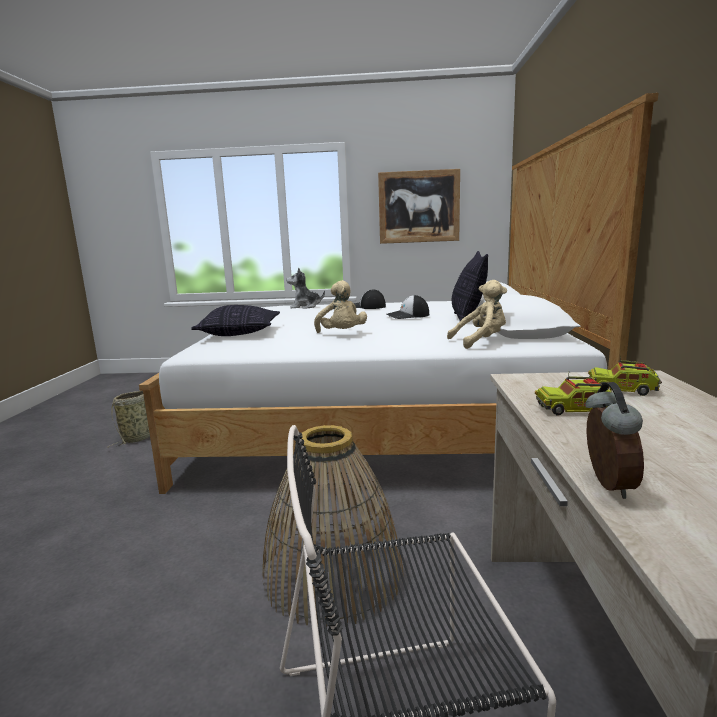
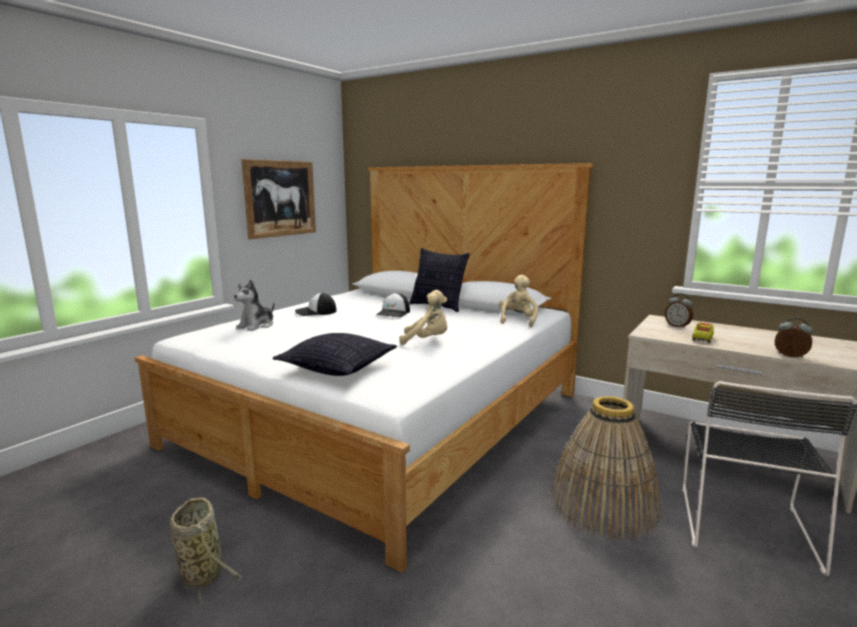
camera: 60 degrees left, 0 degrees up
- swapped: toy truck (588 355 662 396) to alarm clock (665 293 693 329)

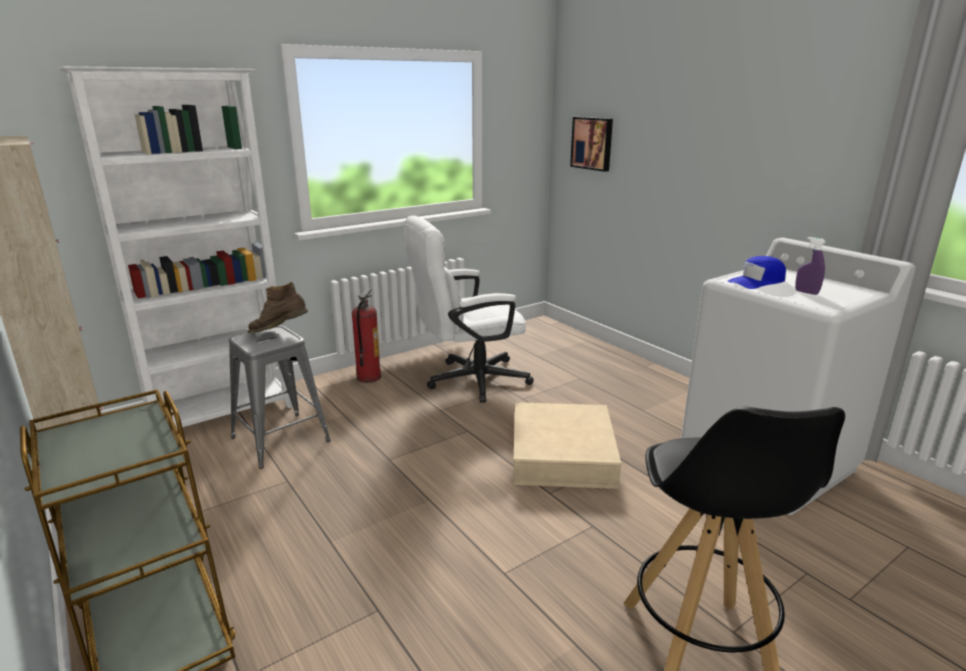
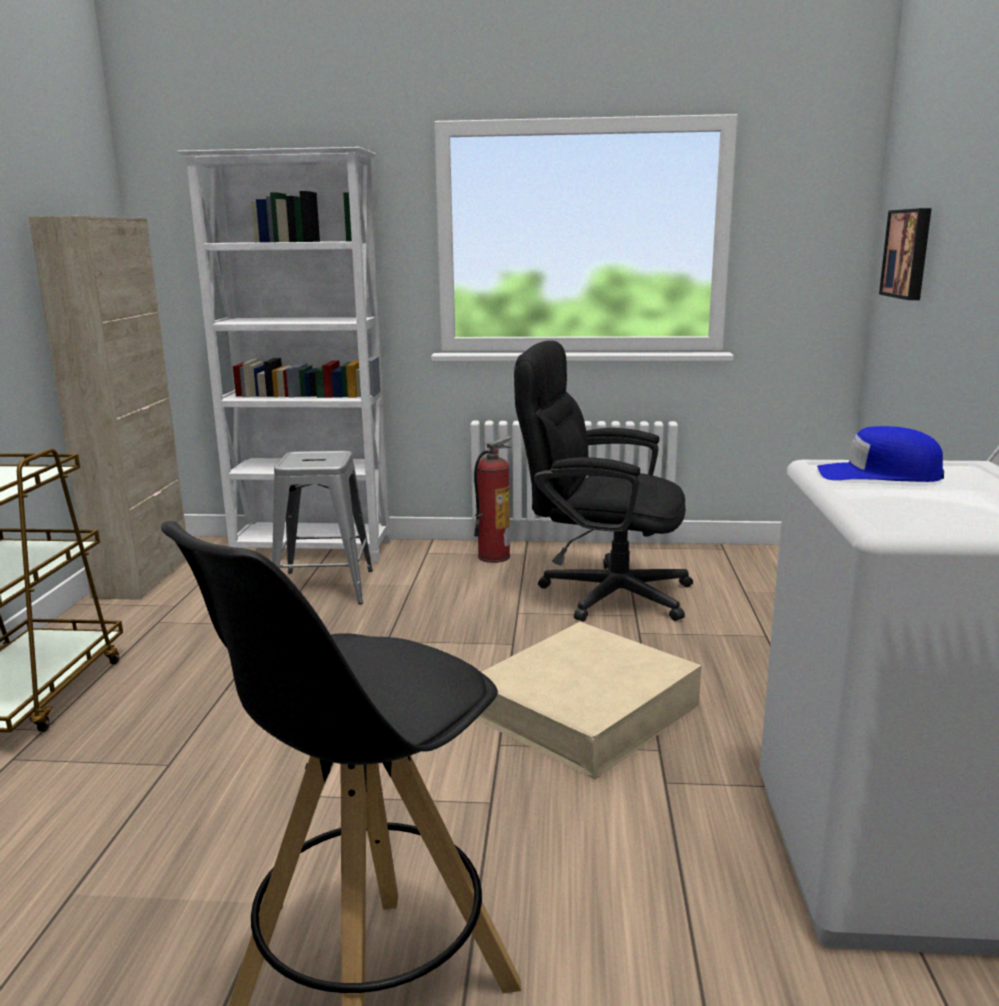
camera: 40 degrees right, 5 degrees down
- repainted: white office chair (404 216 534 403) to black office chair (514 340 693 622)
- gone: brown boot (248 282 308 333)
- gone: purple spray bottle (795 237 826 295)

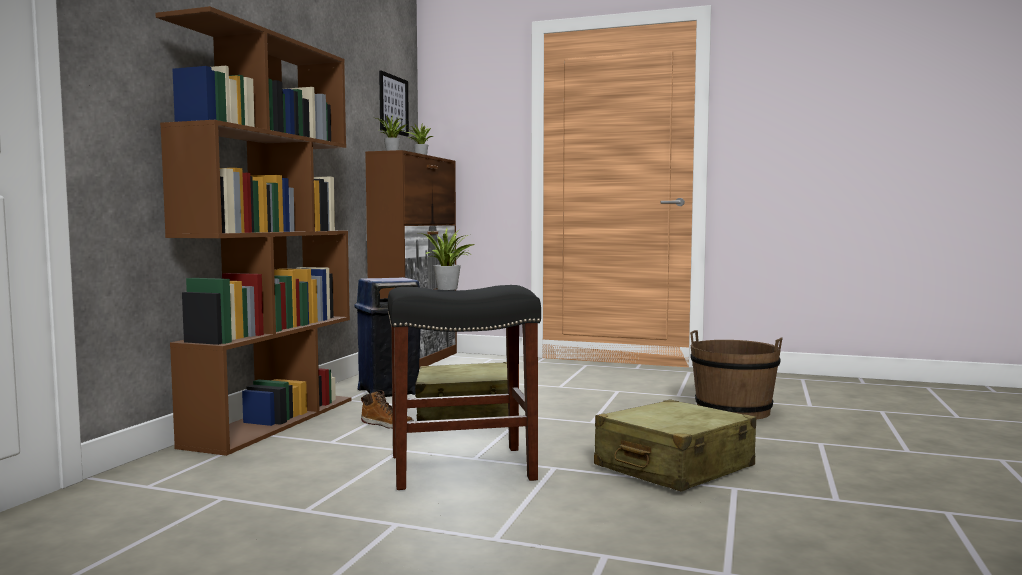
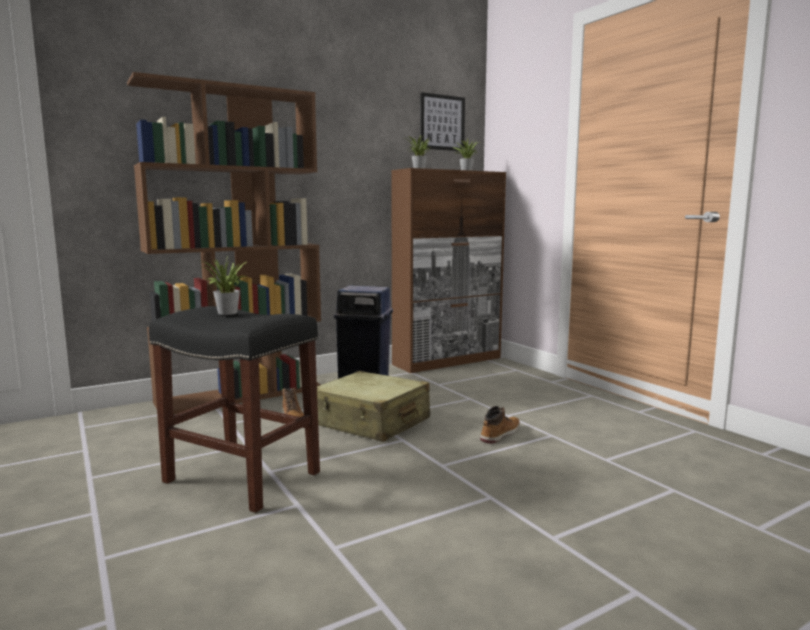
camera: 40 degrees right, 5 degrees up
- new: boot (480 406 520 444)
- gone: beige suitcase (594 400 756 492)
- gone: brown bucket (690 330 783 419)

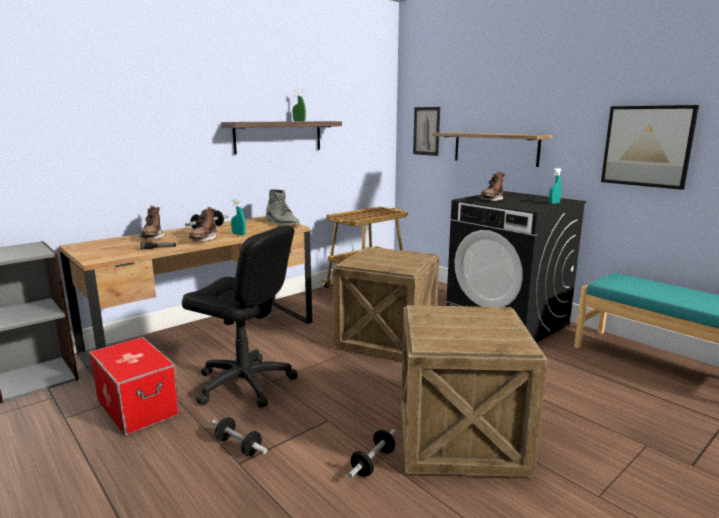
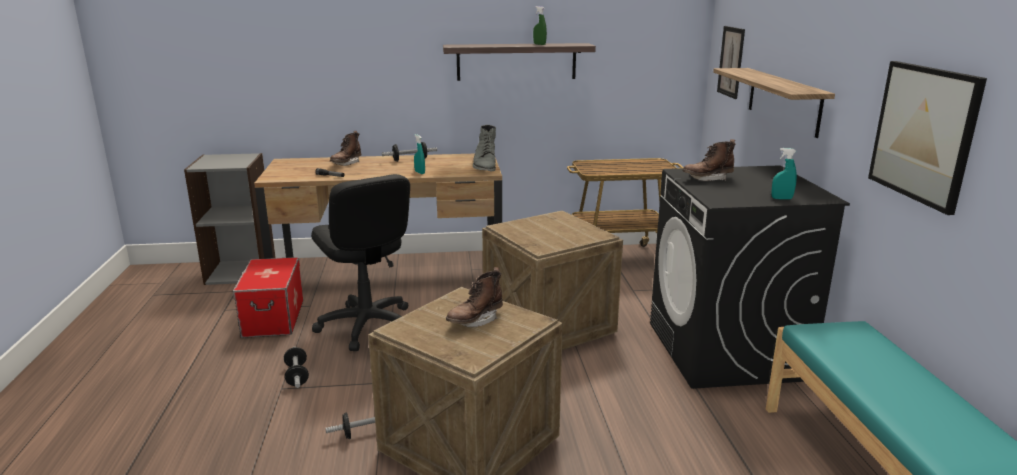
camera: 35 degrees right, 5 degrees up
- shifted: brown boot (189 207 217 242) to (446 267 503 327)

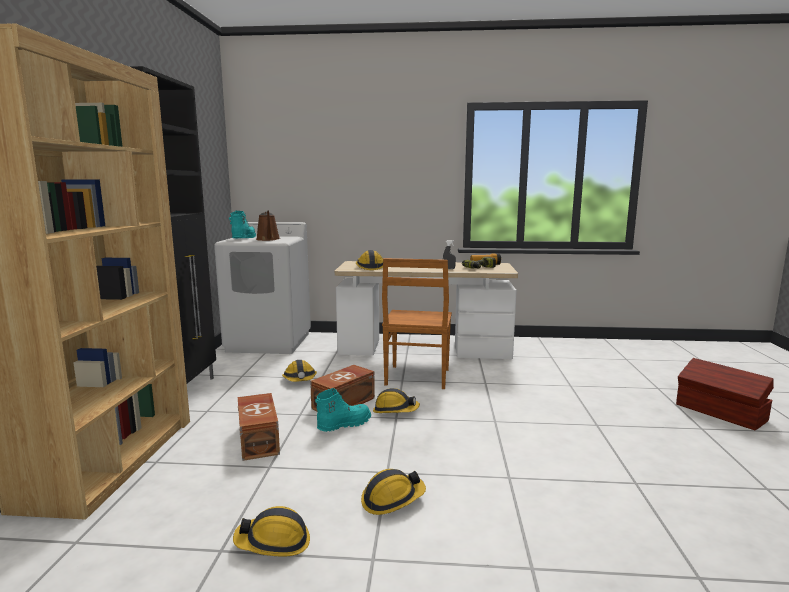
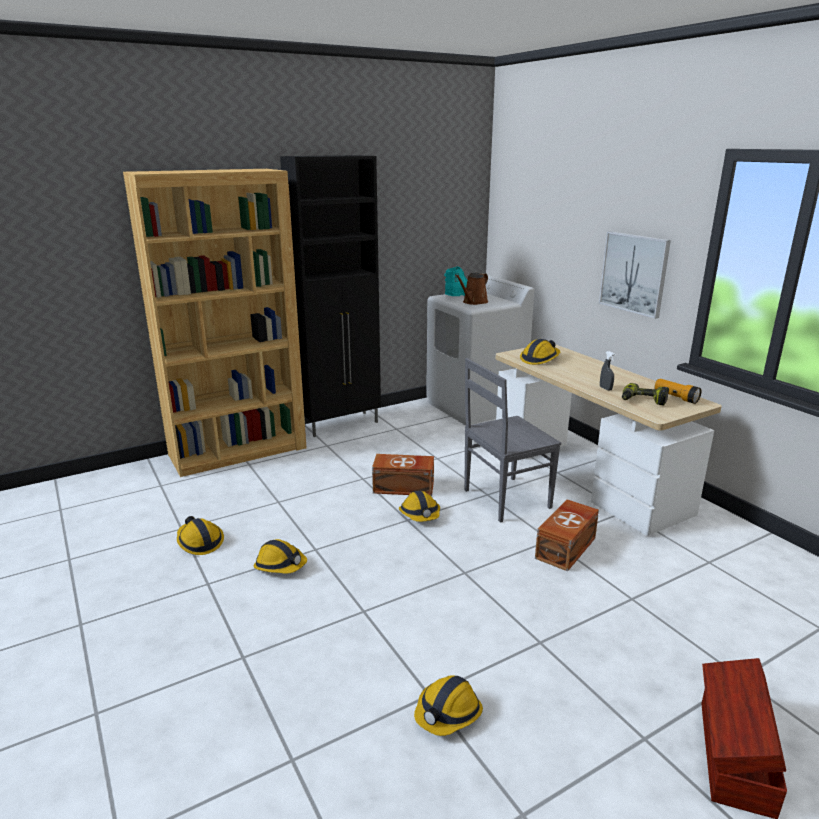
camera: 55 degrees right, 10 degrees up
- shifted: hard hat (282 360 317 382) to (414 676 483 736)
- repainted: brown chair (382 258 452 389) to grey chair (464 358 561 522)
- shifted: brown storage box (238 393 280 461) to (535 499 599 571)
- new: picture (599 231 671 319)
- gone: turquoise boot (315 388 371 432)

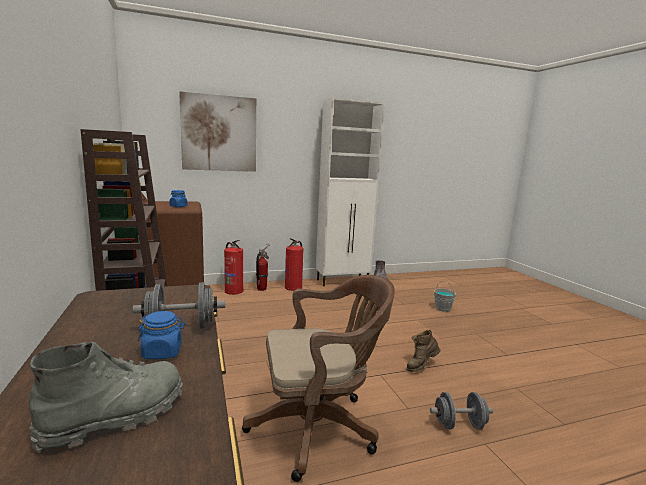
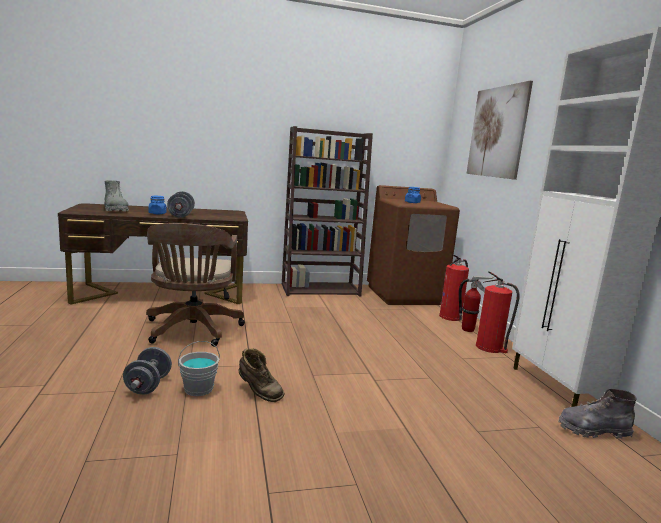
camera: 95 degrees right, 0 degrees up
- shifted: grey bucket (434 281 456 312) to (178 341 220 396)
- rotated: brown boot (406 330 441 372) = (239 348 284 402) 150 degrees clockwise

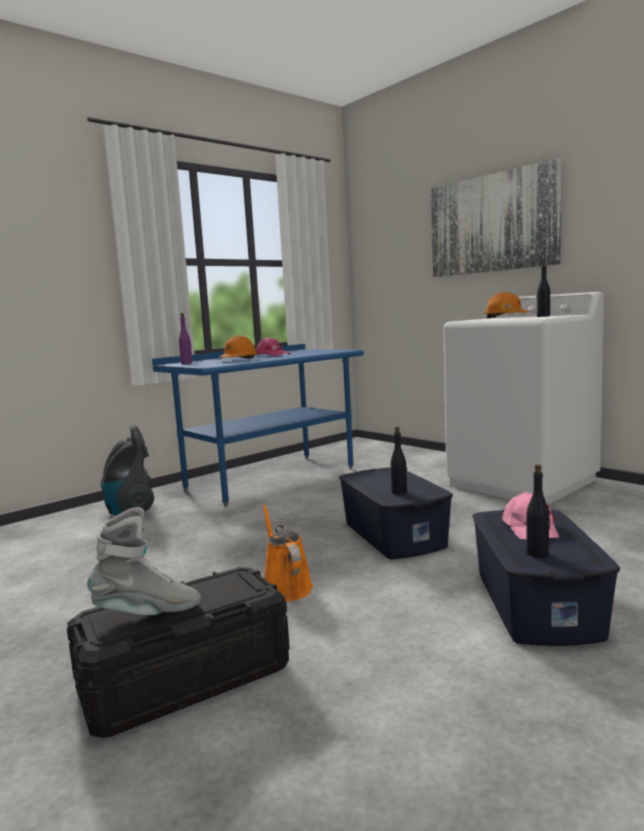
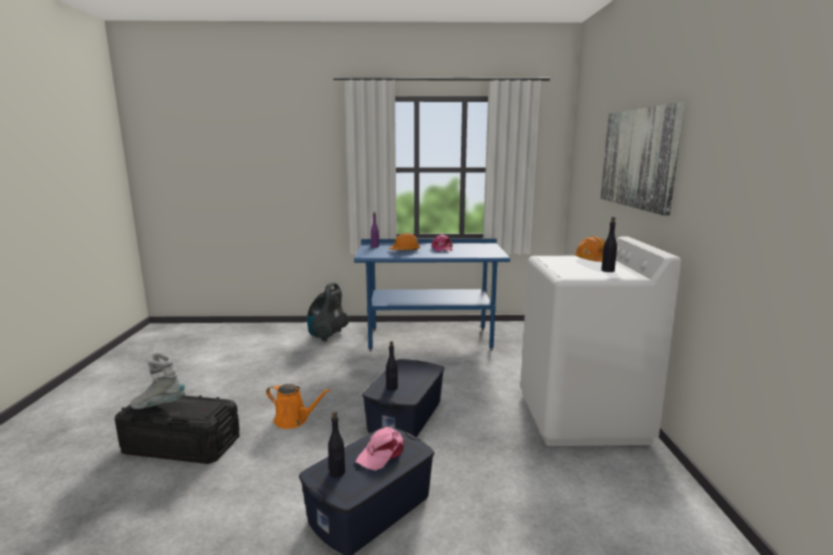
camera: 40 degrees right, 5 degrees up
- rotated: grey boot (87 507 201 615) = (130 353 185 409) 150 degrees clockwise
- rotated: orange watering can (262 504 313 602) = (266 384 331 429) 90 degrees clockwise

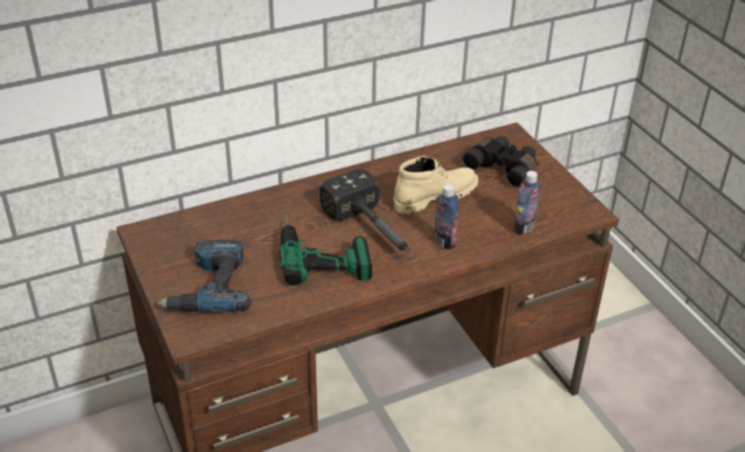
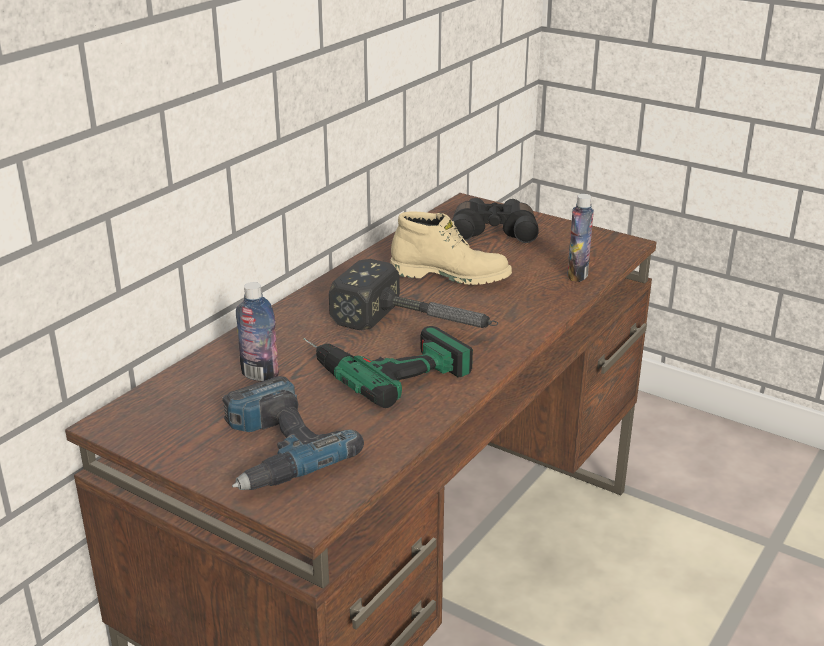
camera: 30 degrees left, 10 degrees down
- shifted: bottle (434 184 459 250) to (236 282 279 381)
- rotated: beige boot (394 156 478 214) = (390 212 512 285) 75 degrees clockwise

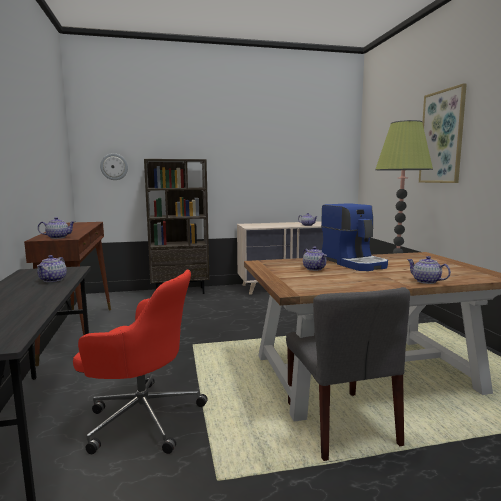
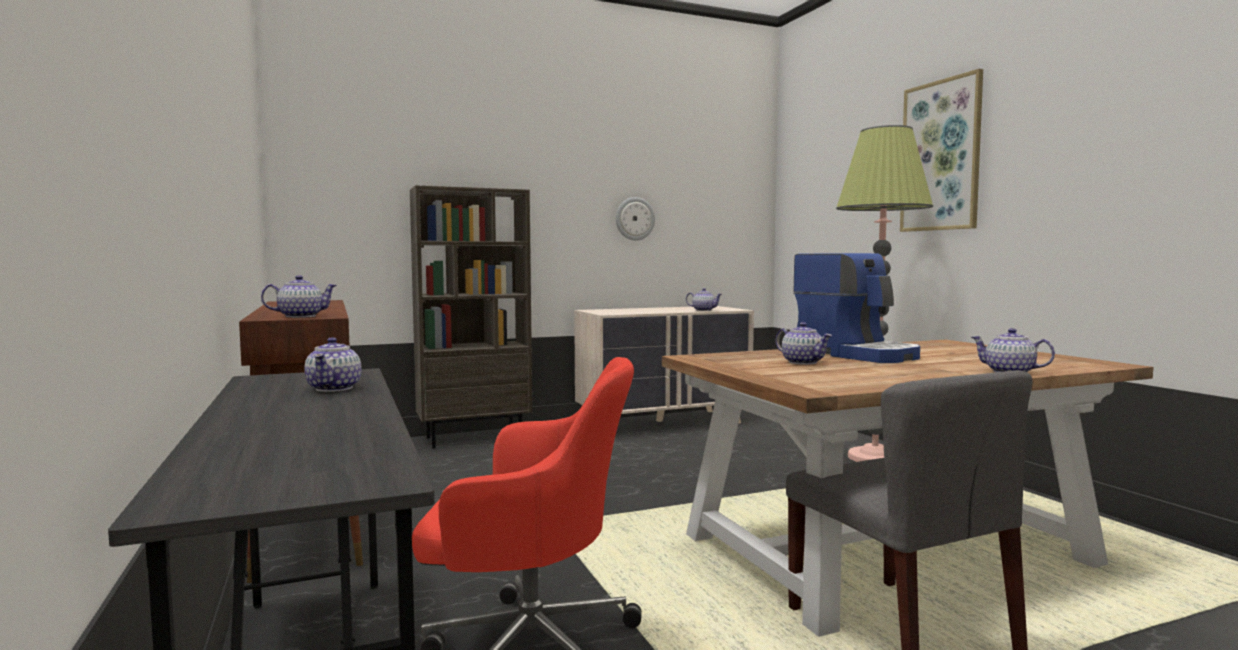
camera: 10 degrees left, 5 degrees down
- shifted: wall clock (100 153 128 180) to (616 197 655 241)

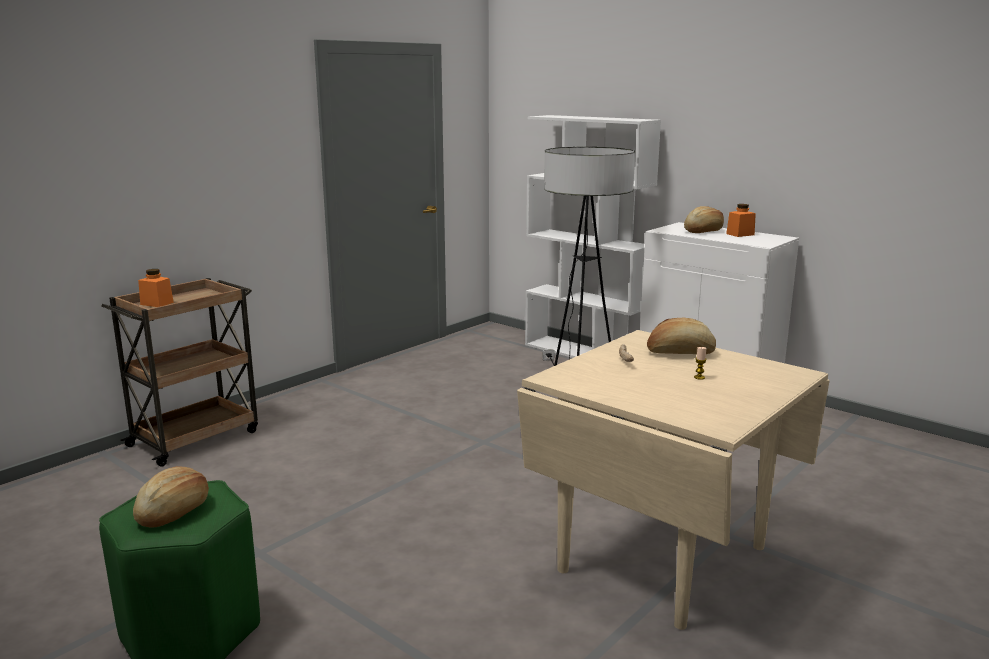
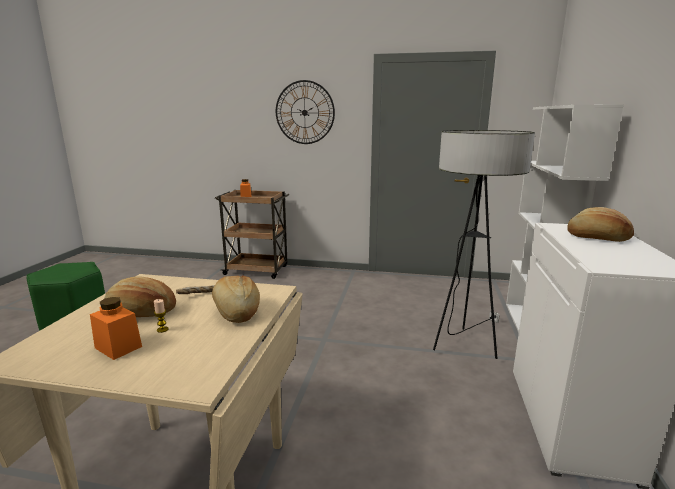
camera: 60 degrees right, 0 degrees up
- shifted: orange jar (726 204 756 237) to (90 297 142 360)
- shifted: bread (133 466 209 528) to (104 276 176 317)
- new: wall clock (276 80 335 144)

